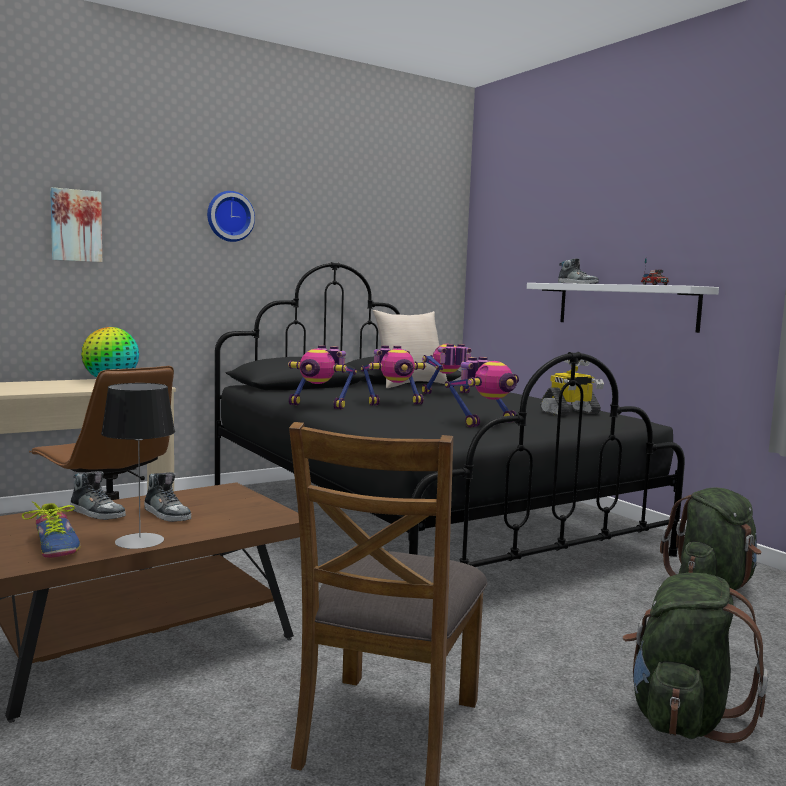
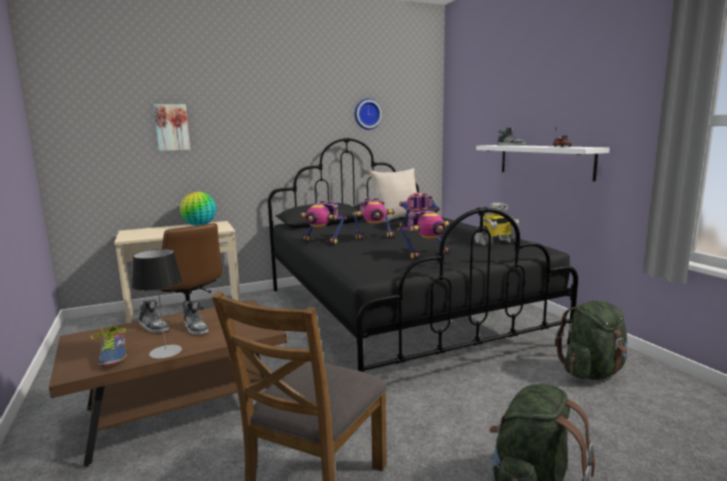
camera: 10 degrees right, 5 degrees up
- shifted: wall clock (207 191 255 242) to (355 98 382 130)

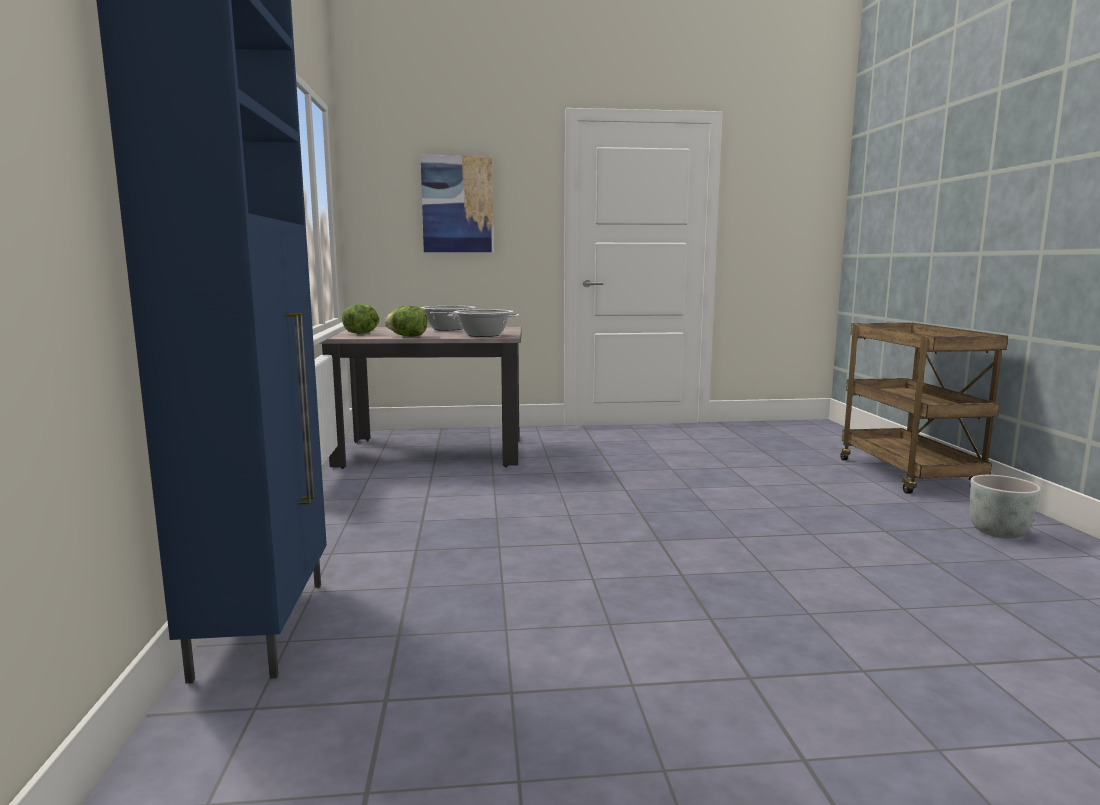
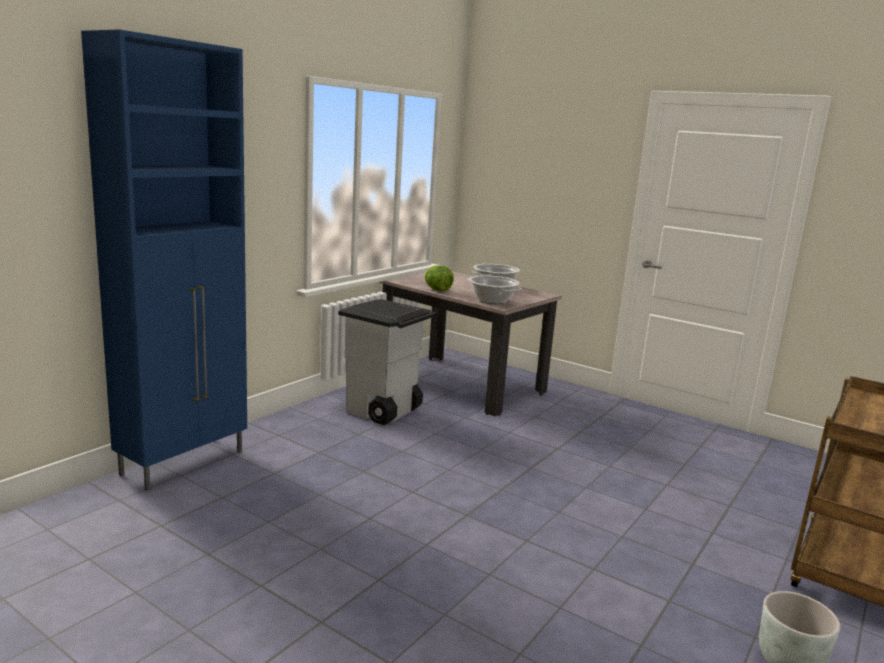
camera: 40 degrees right, 5 degrees up
- new: grey trash can (338 299 436 425)
- gone: lettuce (342 304 380 334)
- gone: picture (421 155 493 252)

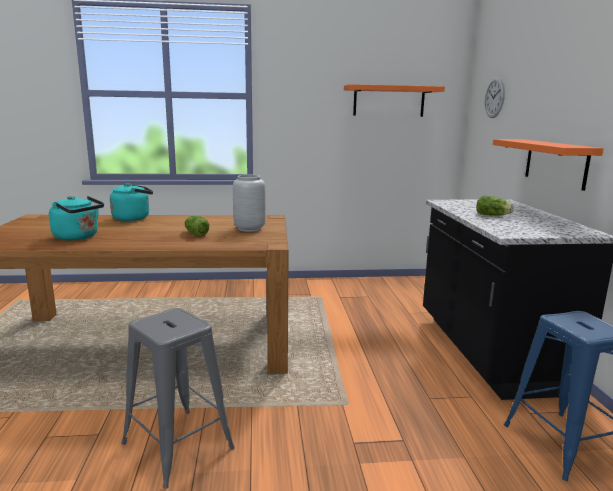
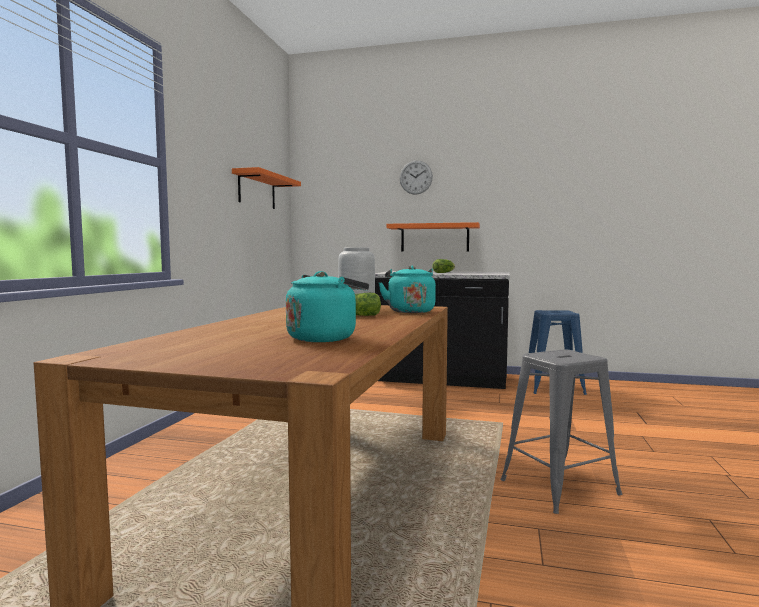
camera: 70 degrees left, 10 degrees down
- shifted: turquoise kettle (110 183 153 221) to (378 266 436 313)
- shifted: wall clock (485 77 505 118) to (400 160 433 195)

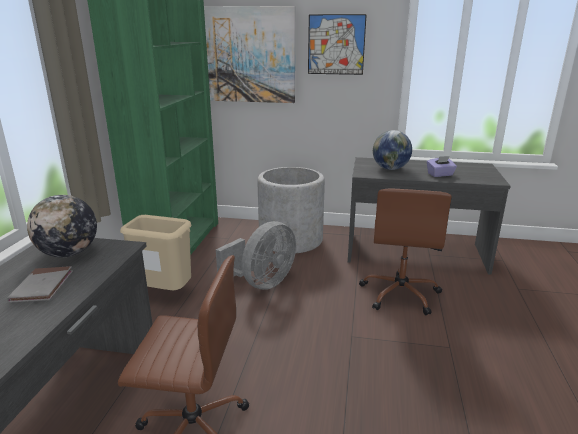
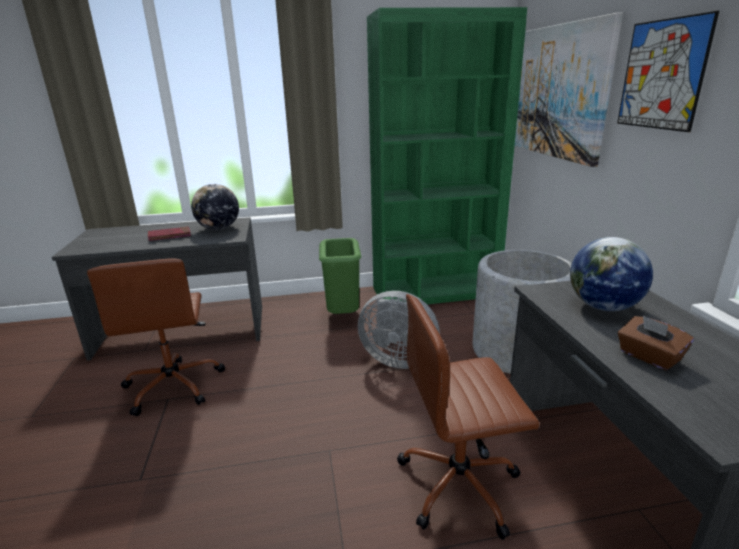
camera: 70 degrees right, 0 degrees up
- repainted: grey book (7 266 73 303) to red book (148 226 191 241)
- repainted: beige trash can (120 215 192 290) to green trash can (319 238 361 314)
- repainted: purple tissue box (427 156 457 177) to brown tissue box (618 316 694 371)

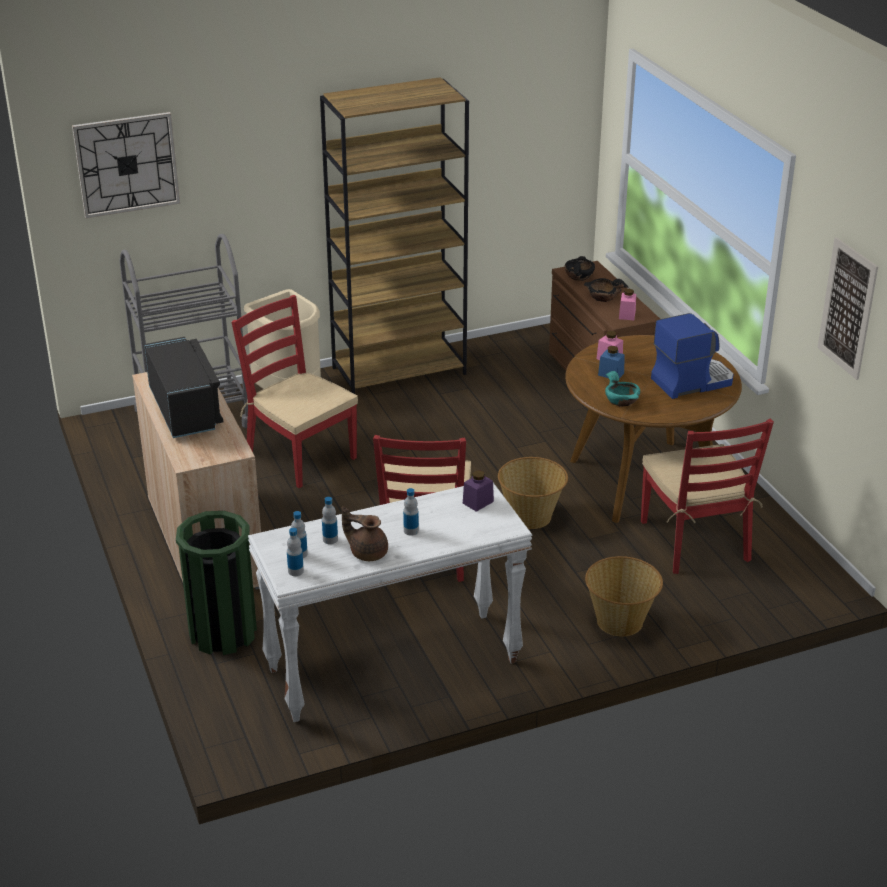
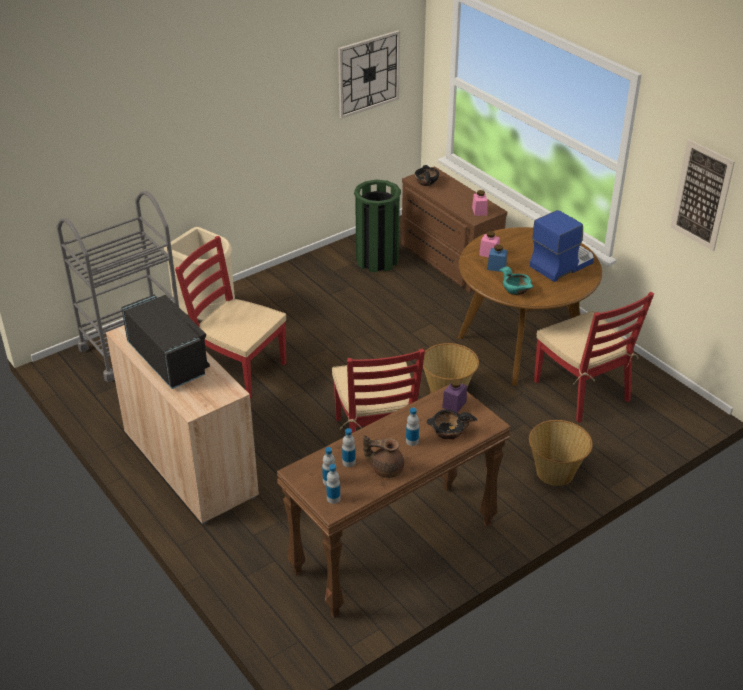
camera: 15 degrees left, 5 degrees up
- repainted: white console table (248 483 532 722) to brown console table (276 384 511 618)
- shifted: wall clock (72 112 180 218) to (338 30 400 119)
- shifted: green trash can (176 511 257 655) to (354 180 401 273)
- shifted: black bowl (584 278 628 302) to (427 409 477 439)
- gone: brown bookcase (320 77 469 394)

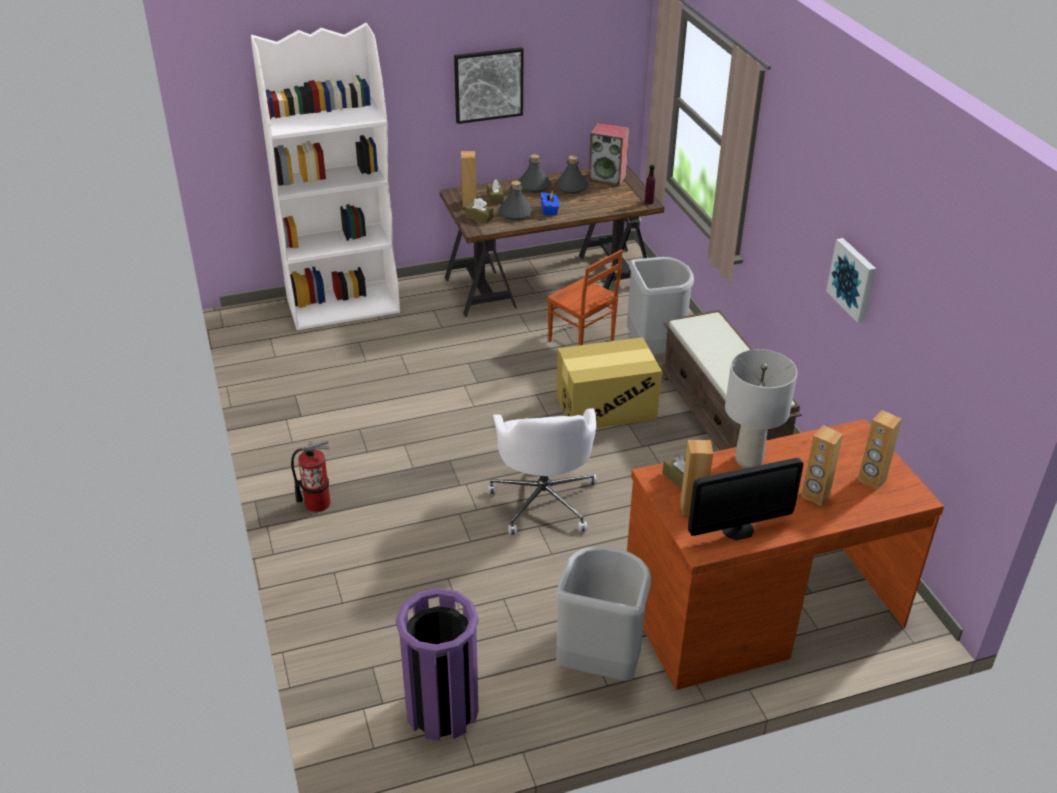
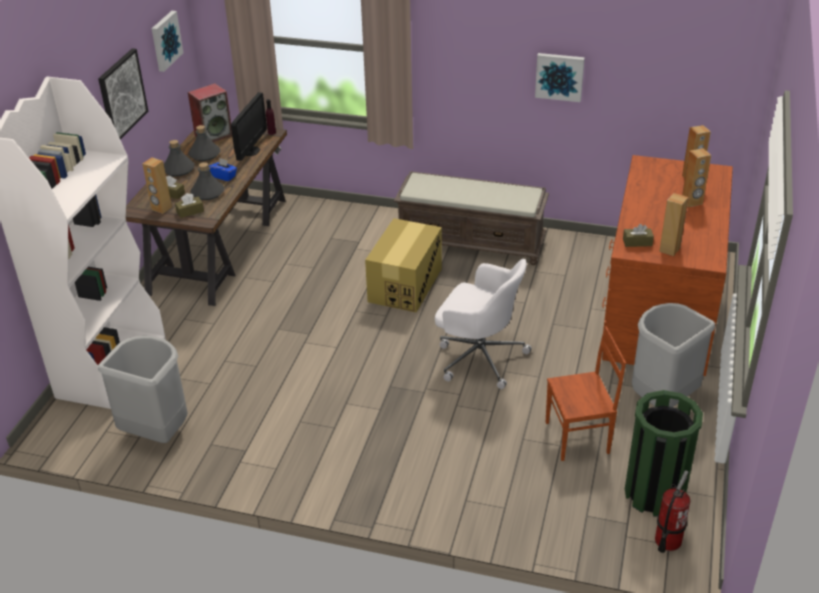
camera: 55 degrees left, 0 degrees up
- shifted: grey trash can (627 257 694 355) to (98 336 188 443)
- new: picture (152 11 183 72)
- shifted: monitor (688 458 803 540) to (231 92 267 161)
- shifted: brown chair (547 249 623 345) to (546 326 626 461)
- repainted: purple trash can (396 588 479 741) to green trash can (625 390 703 516)
- shifted: fire extinguisher (291 440 330 512) to (655 470 690 553)
- gone: grey table lamp (725 349 797 468)

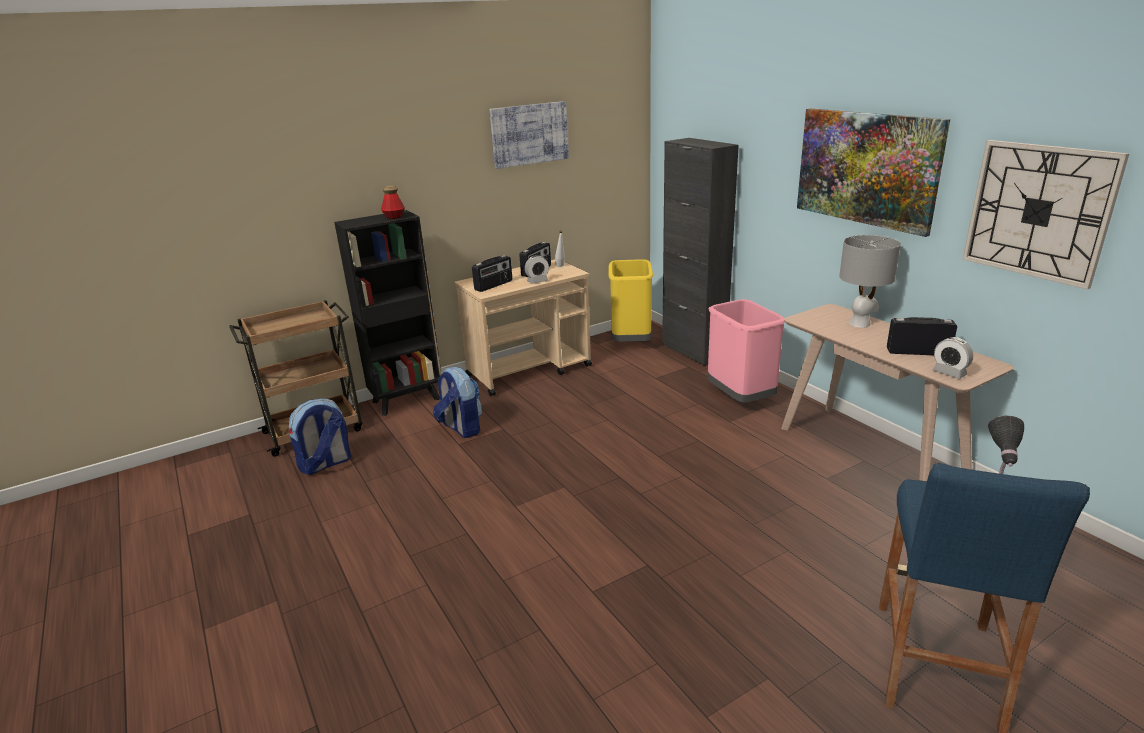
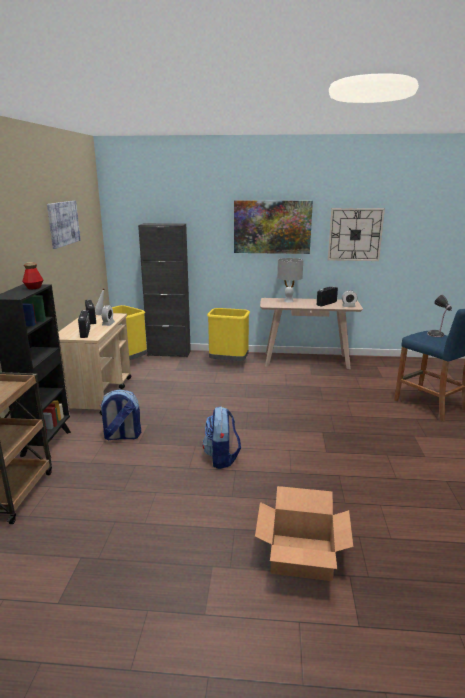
camera: 55 degrees left, 5 degrees down
- shifted: backpack (289 399 351 475) to (202 406 241 469)
- repainted: pink trash can (708 299 785 403) to yellow trash can (207 308 250 361)
- new: cardboard box (255 486 353 581)

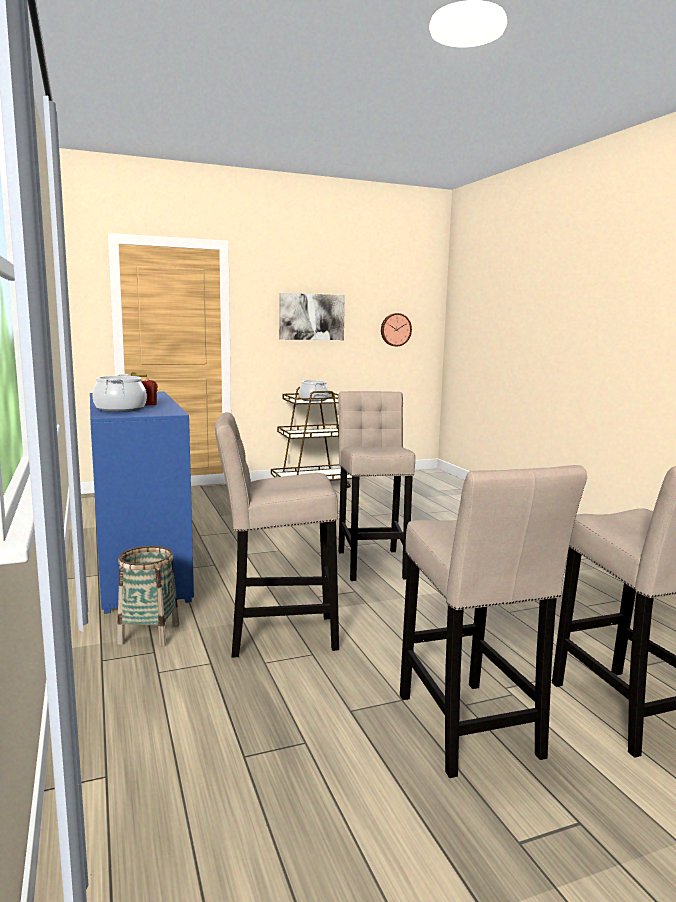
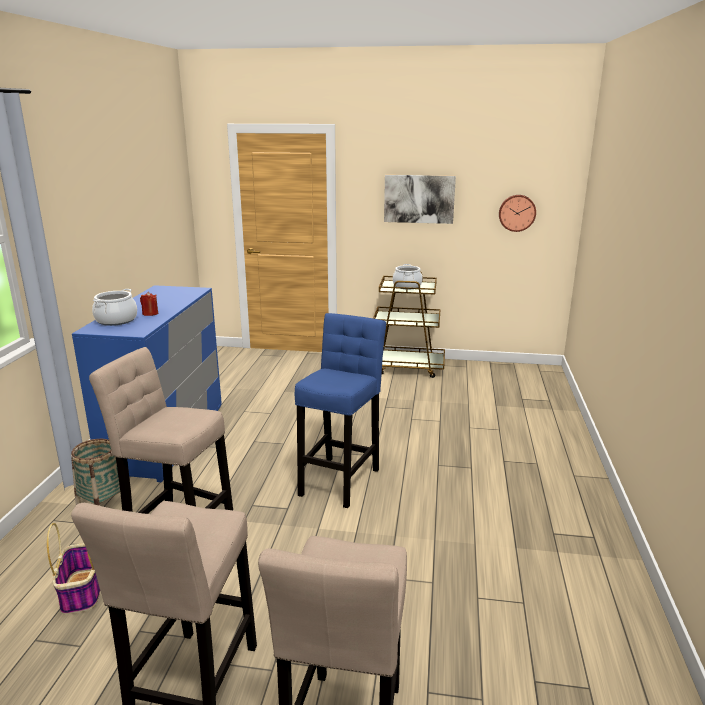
camera: 30 degrees right, 10 degrees up
- new: basket (47 523 100 615)
- repainted: beige stool (338 391 415 581) to blue stool (295 313 386 508)

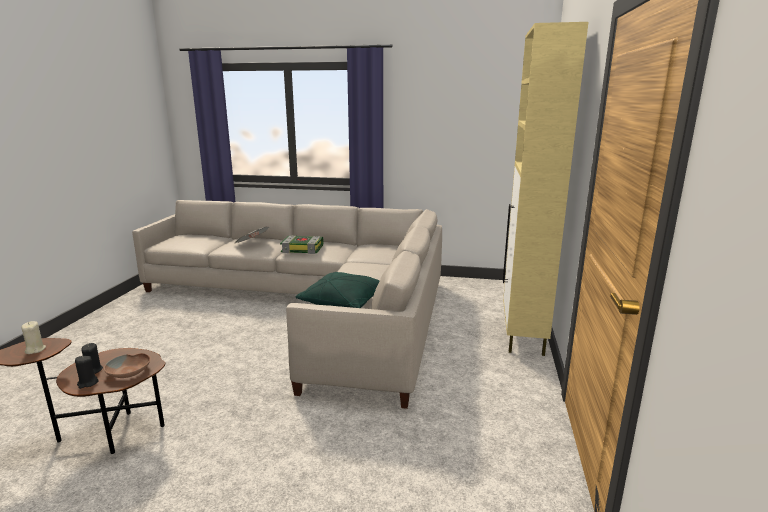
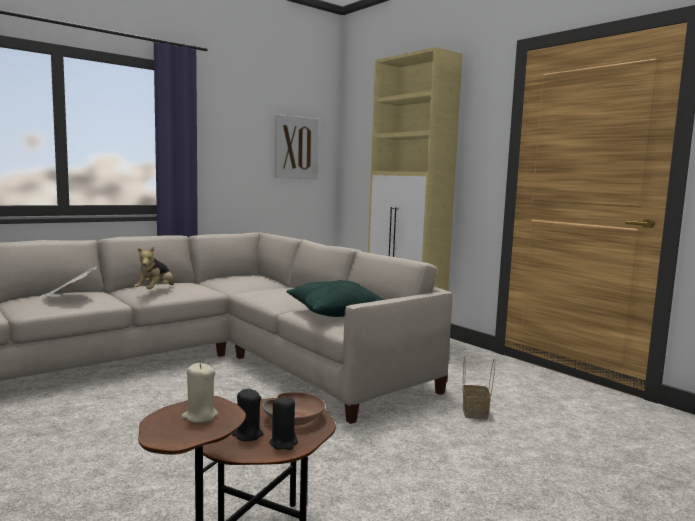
camera: 50 degrees left, 10 degrees down
- swapped: book (280 235 324 254) to plush toy (134 247 174 289)
- new: picture (275 114 319 179)
- new: basket (463 357 495 419)

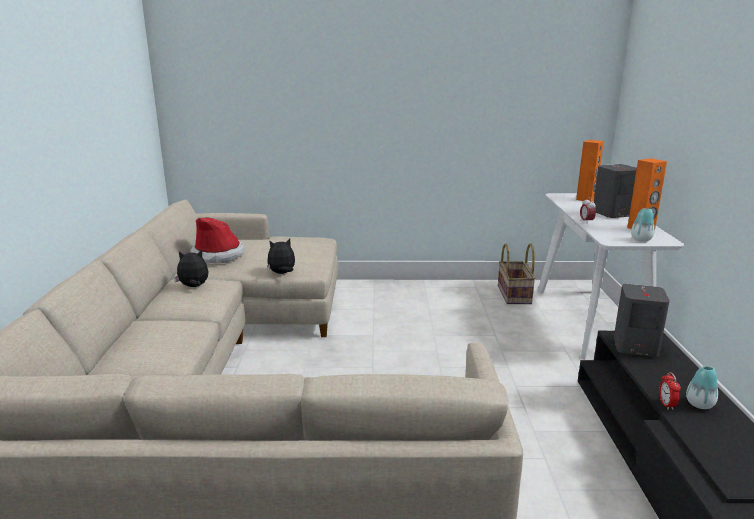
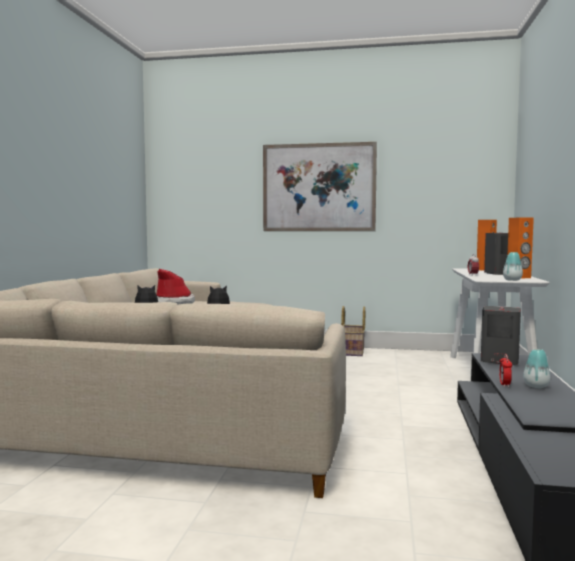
camera: 10 degrees right, 15 degrees down
- new: picture (263 142 377 231)
- shifted: basket (498 244 536 304) to (341 306 365 356)

